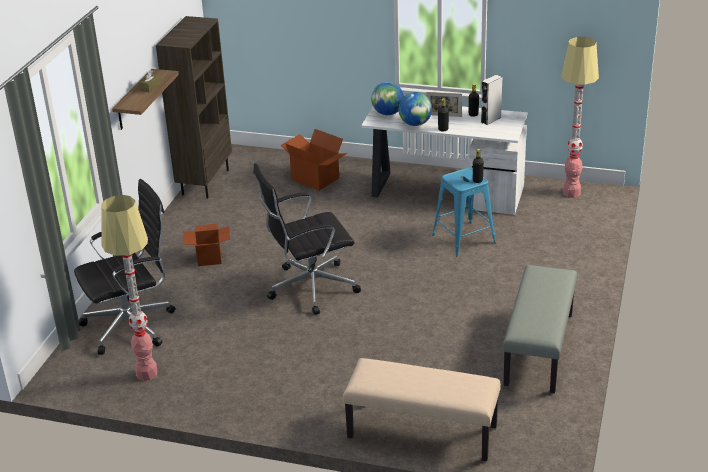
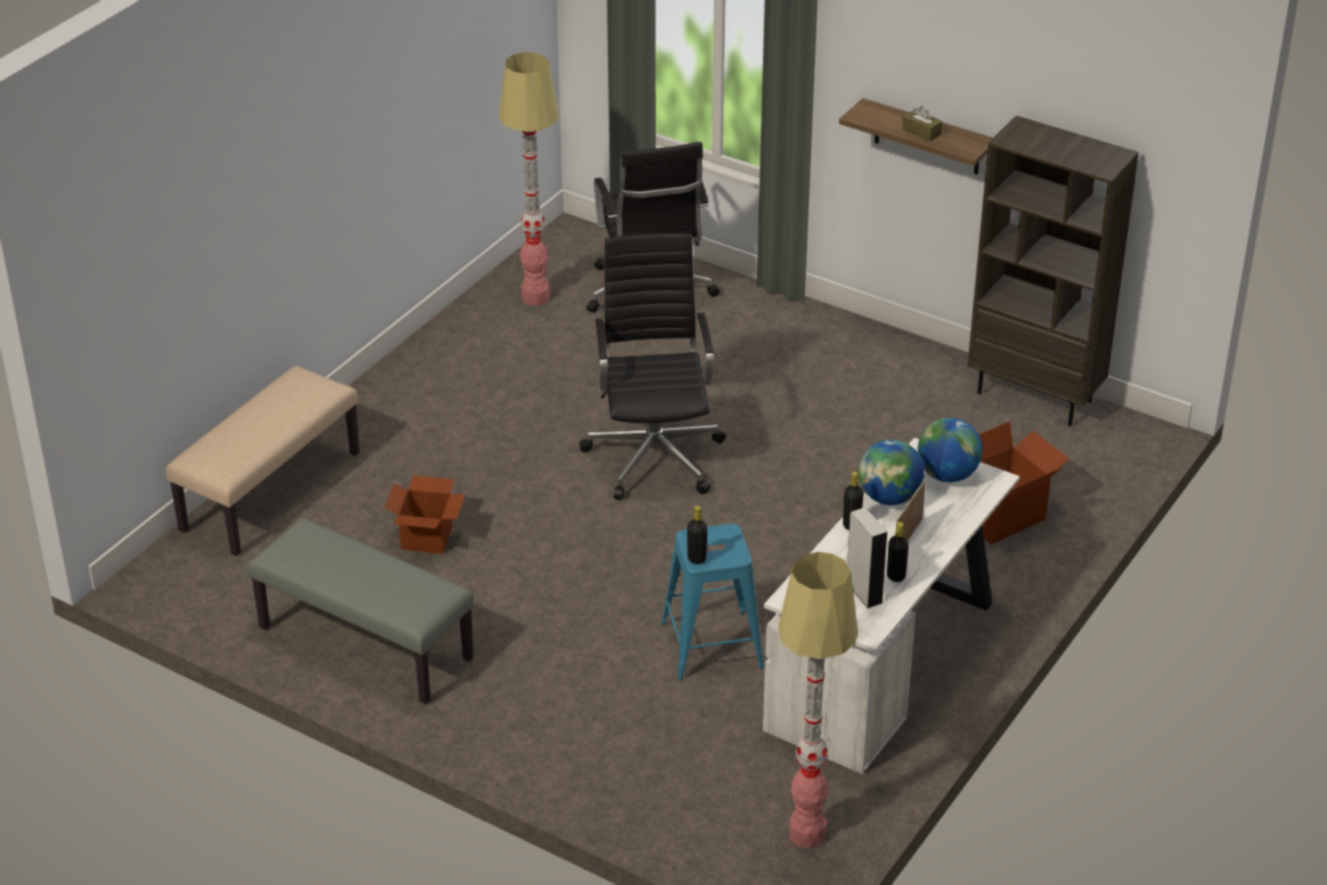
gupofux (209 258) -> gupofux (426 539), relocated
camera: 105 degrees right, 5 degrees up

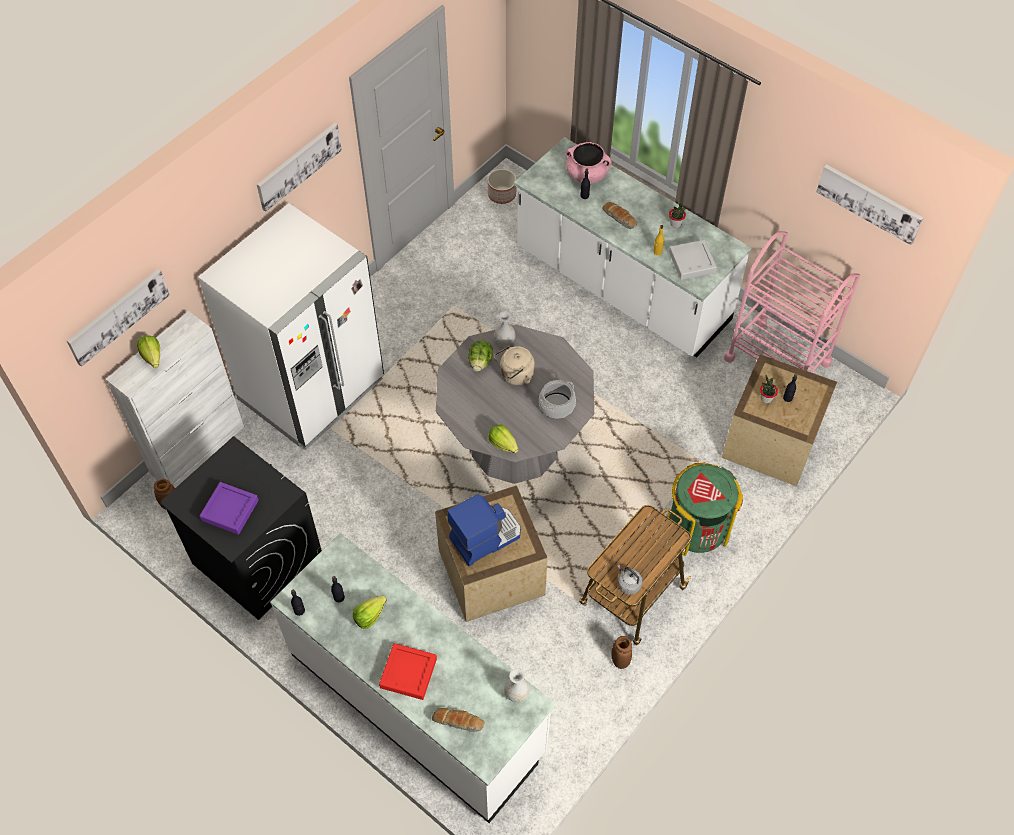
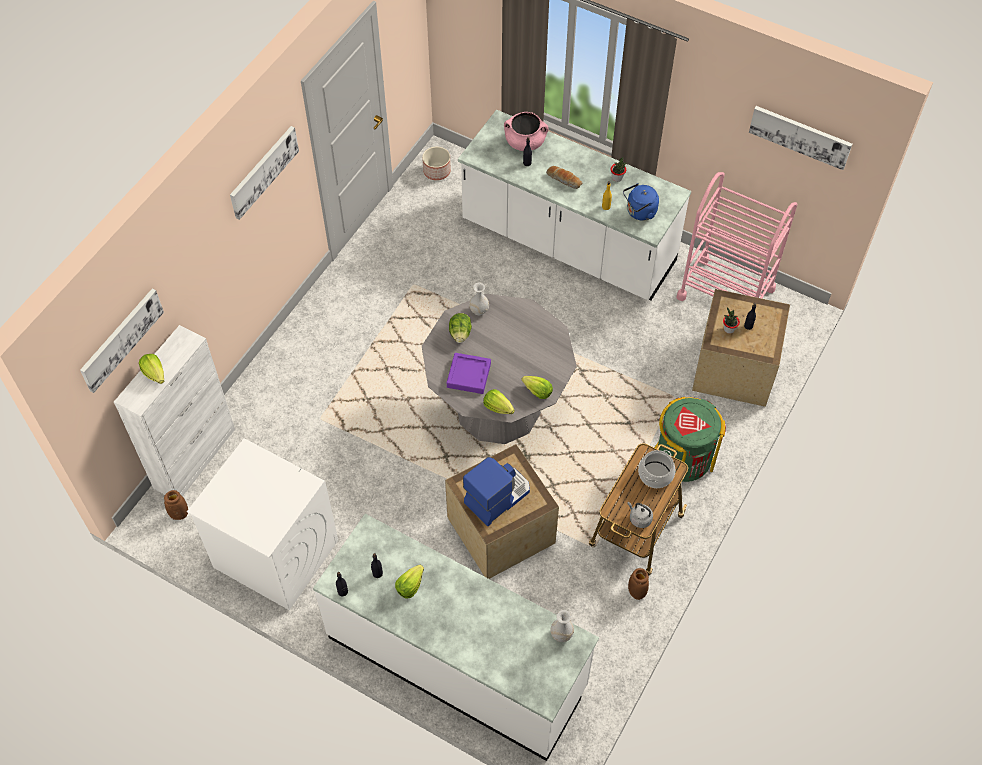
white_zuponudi (312 390) -> none
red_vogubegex (408 673) -> none
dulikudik (458 721) -> none
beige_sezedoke (515 375) -> none
none -> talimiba (537 392)
purple_vogubegex (230 510) -> purple_vogubegex (468 375), relocated
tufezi (556 405) -> tufezi (655 474), relocated
grey_vogubegex (692 262) -> blue_sezedoke (639 212)
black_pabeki (257 559) -> white_pabeki (275 553)
camera: 10 degrees left, 0 degrees up

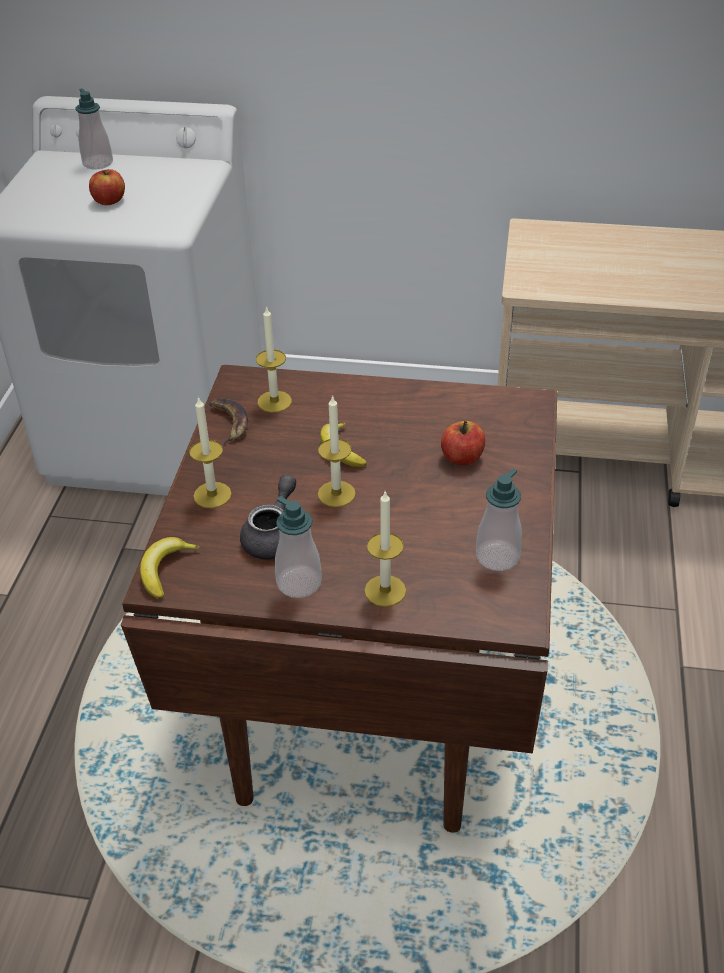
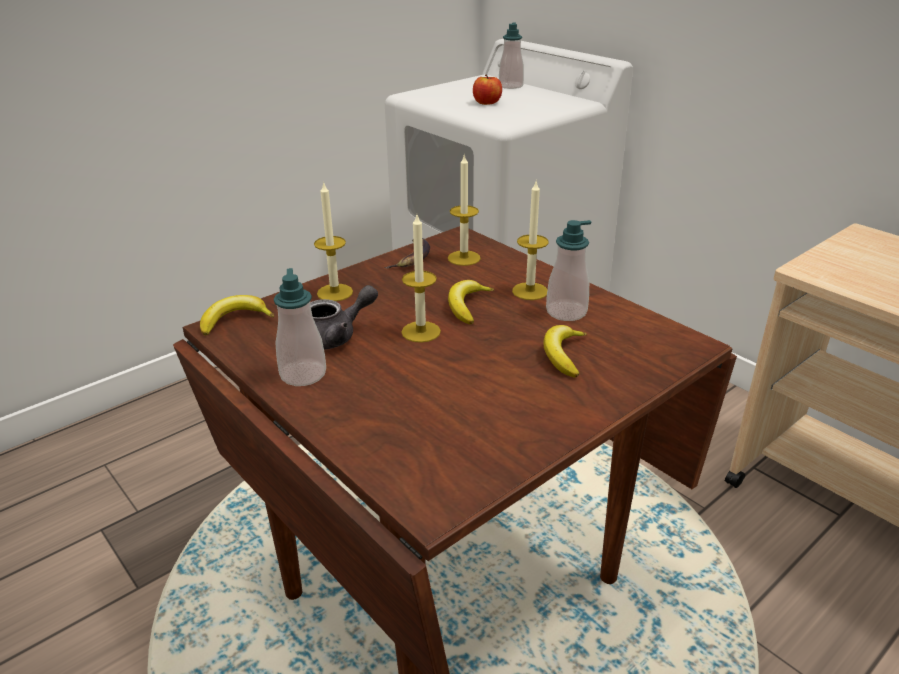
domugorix (385 591) -> domugorix (530 291), relocated
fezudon (497 556) -> fezudon (566 312), relocated
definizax (462 457) -> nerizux (563 355)
camera: 40 degrees right, 10 degrees down

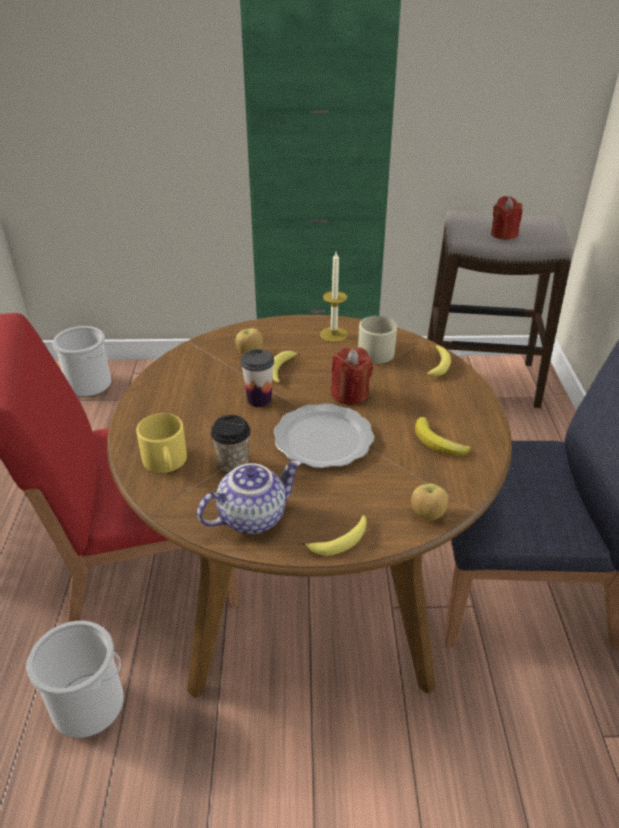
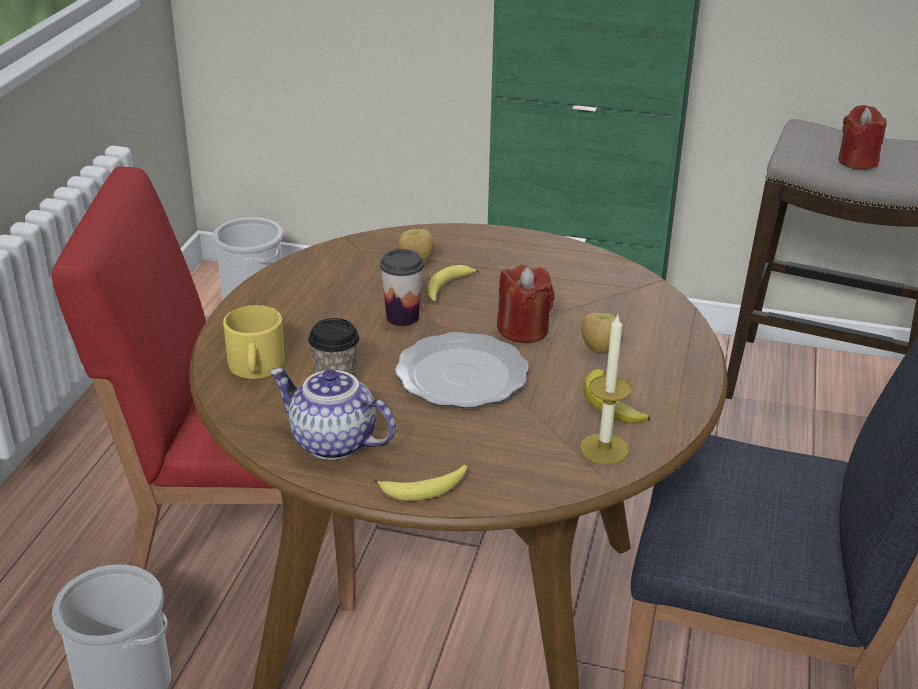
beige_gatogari (373 351) -> none
nerizux (438 365) -> none
domugorix (333 334) -> domugorix (604 449), relocated
definizax (427 515) -> definizax (599 350), relocated
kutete (252 516) -> kutete (331 443), 135 degrees counterclockwise
camera: 15 degrees right, 5 degrees down

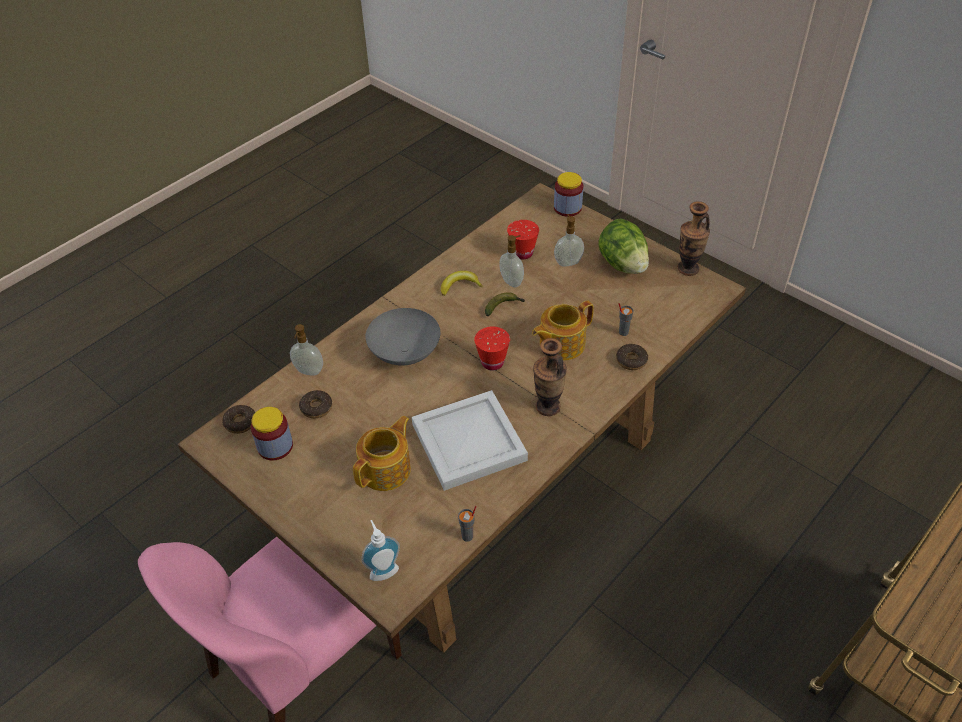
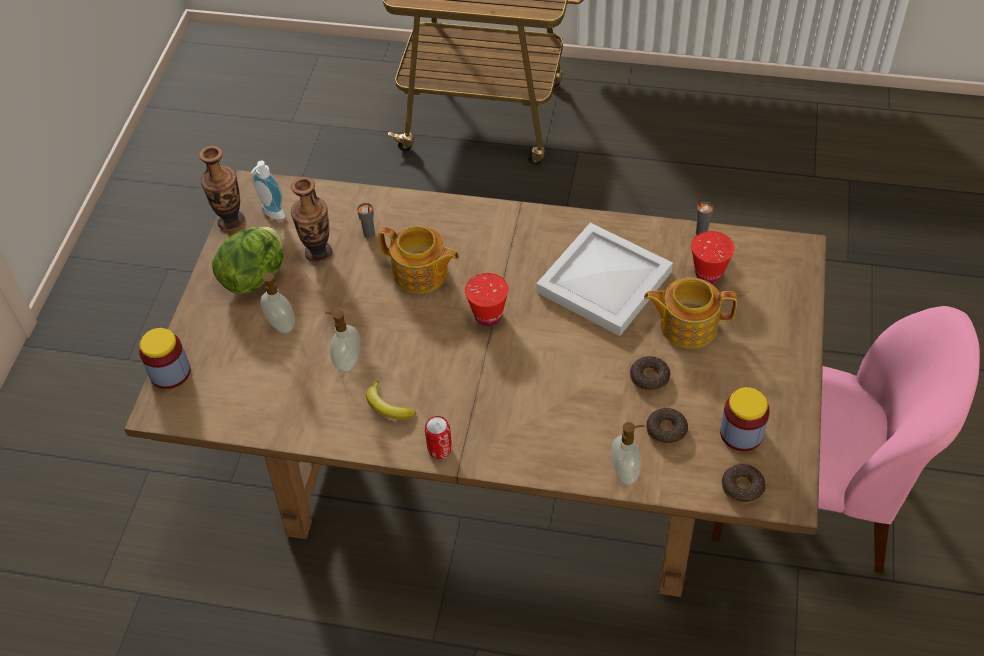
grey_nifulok (405 352) -> none
nerizux (504 307) -> none
none -> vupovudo (440 449)
fezudon (383 570) -> fezudon (271 214), relocated
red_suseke (522 253) -> red_suseke (708 273), relocated
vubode (548 406) -> vubode (318 253), relocated
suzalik (631 360) -> suzalik (649 378), relocated
camera: 120 degrees left, 5 degrees up

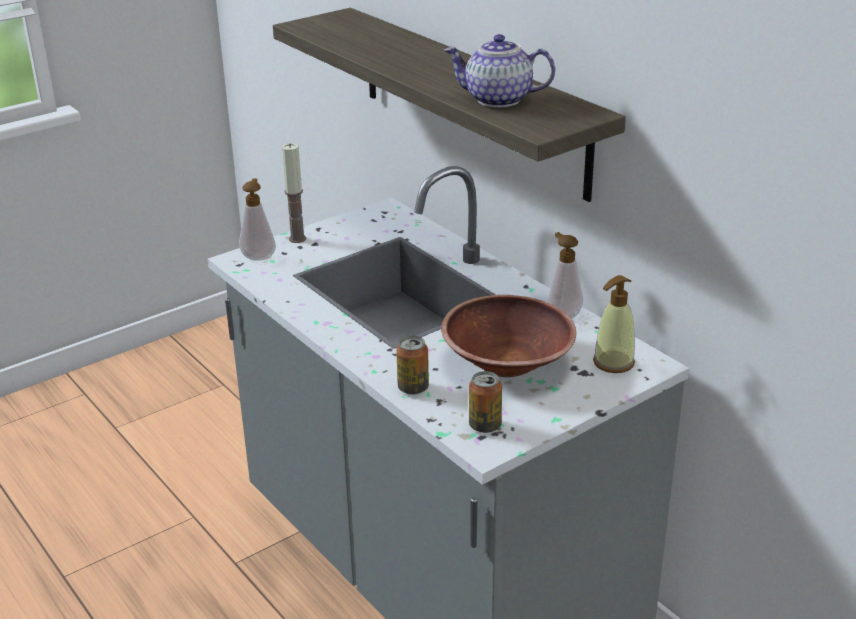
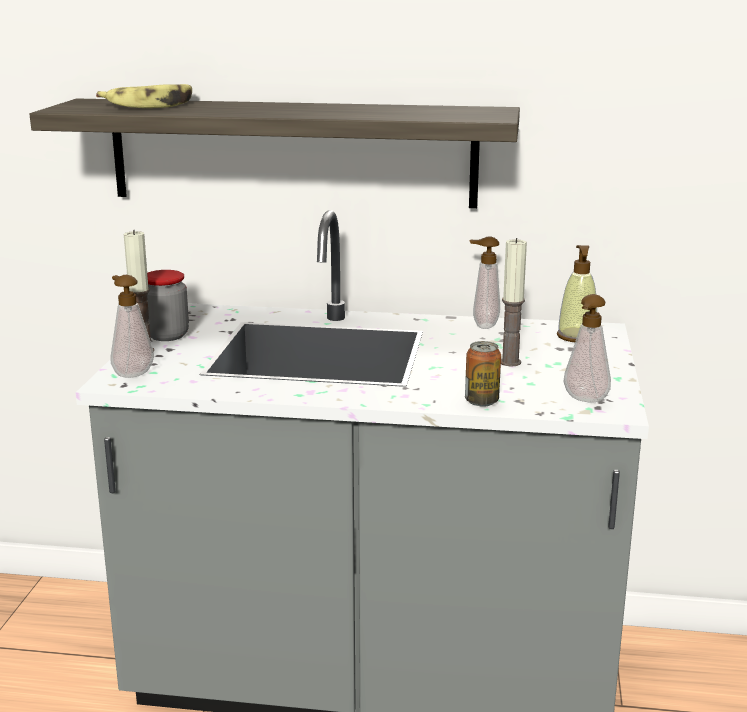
kutete (497 100) -> none
none -> nerizux (151 105)
none -> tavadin (167 335)
brown_nifulok (506 362) -> domugorix (510 362)
vupovudo (485 425) -> fezudon (584 400)
camera: 45 degrees left, 10 degrees down

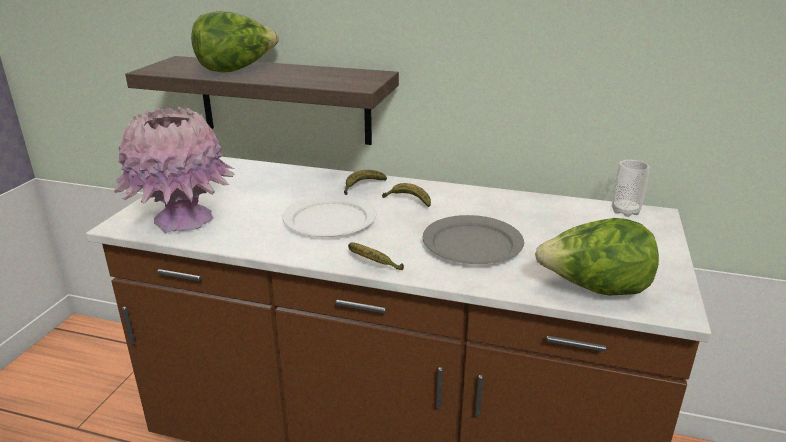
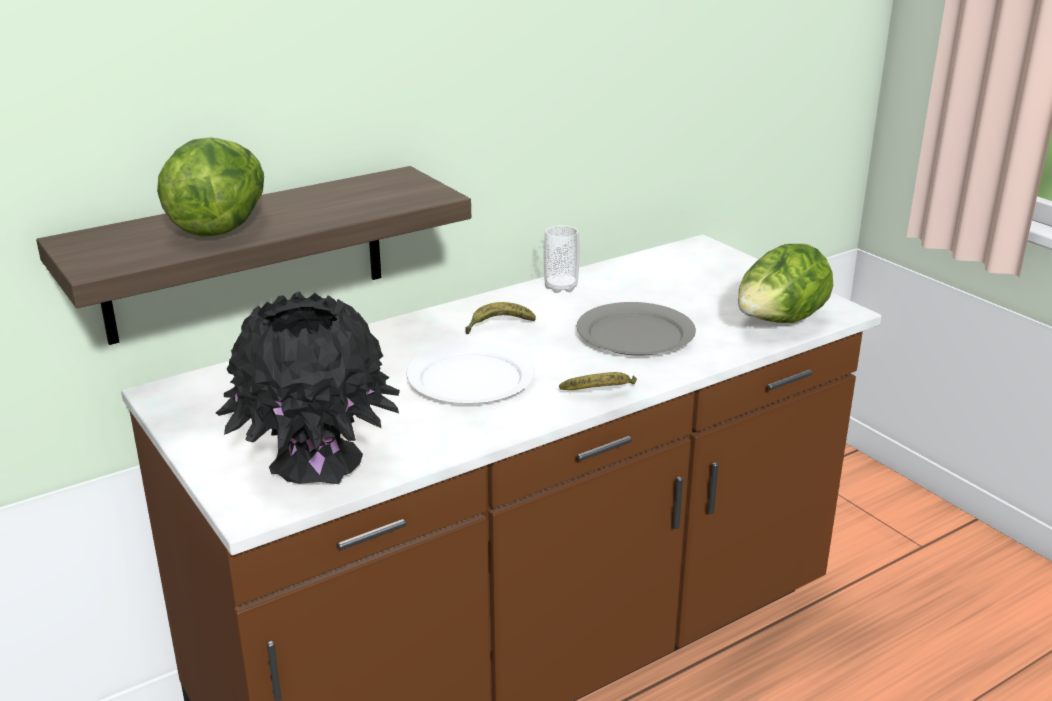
nerizux (362 187) -> none
suseke (625 211) -> suseke (561 287), relocated
pink_vubode (183 220) -> black_vubode (316 463)
camera: 50 degrees left, 0 degrees up

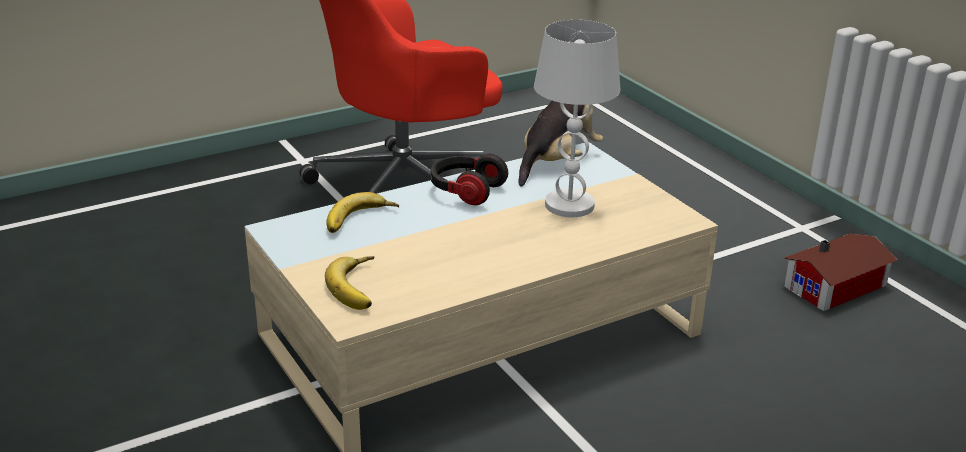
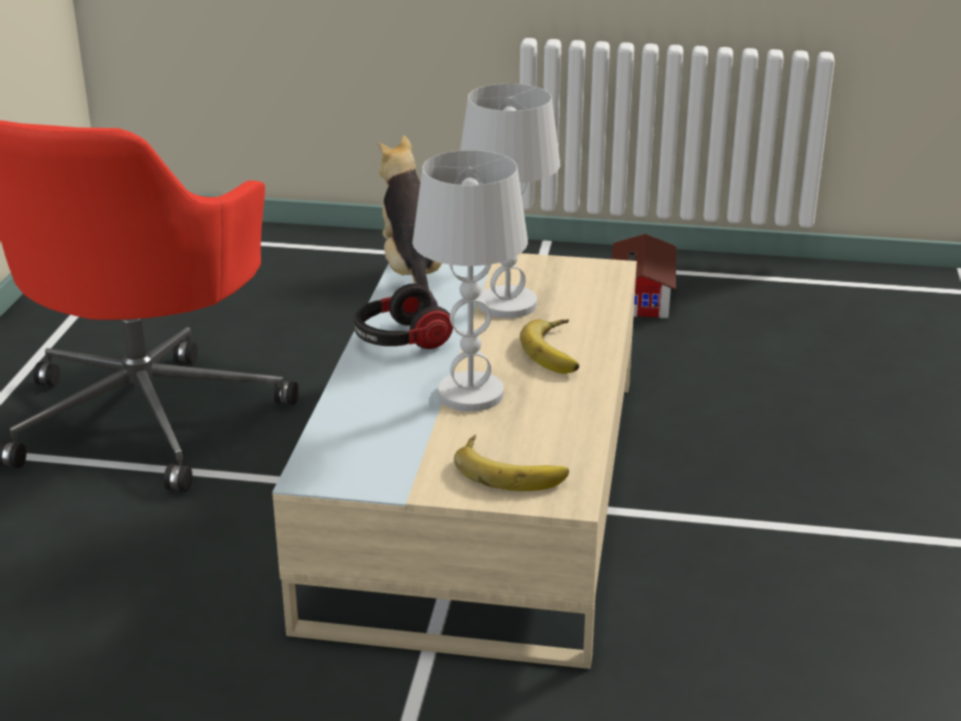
none -> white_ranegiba (470 394)
nerizux (360 220) -> nerizux (559 352), relocated
camera: 50 degrees left, 0 degrees up

